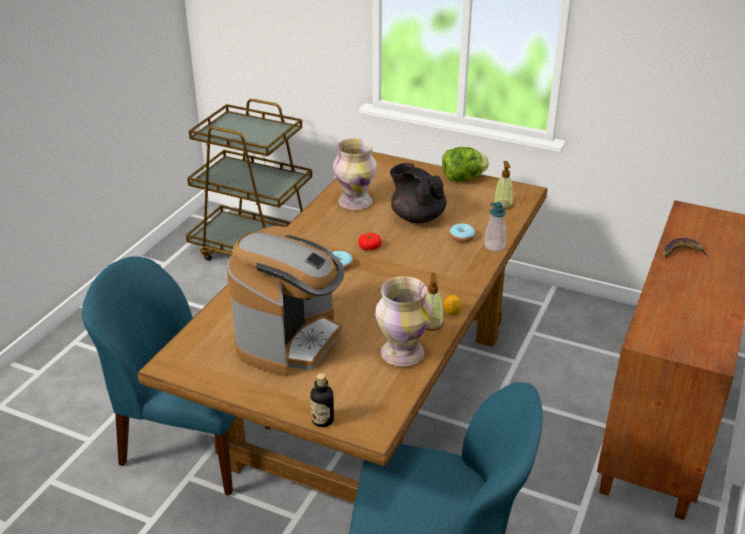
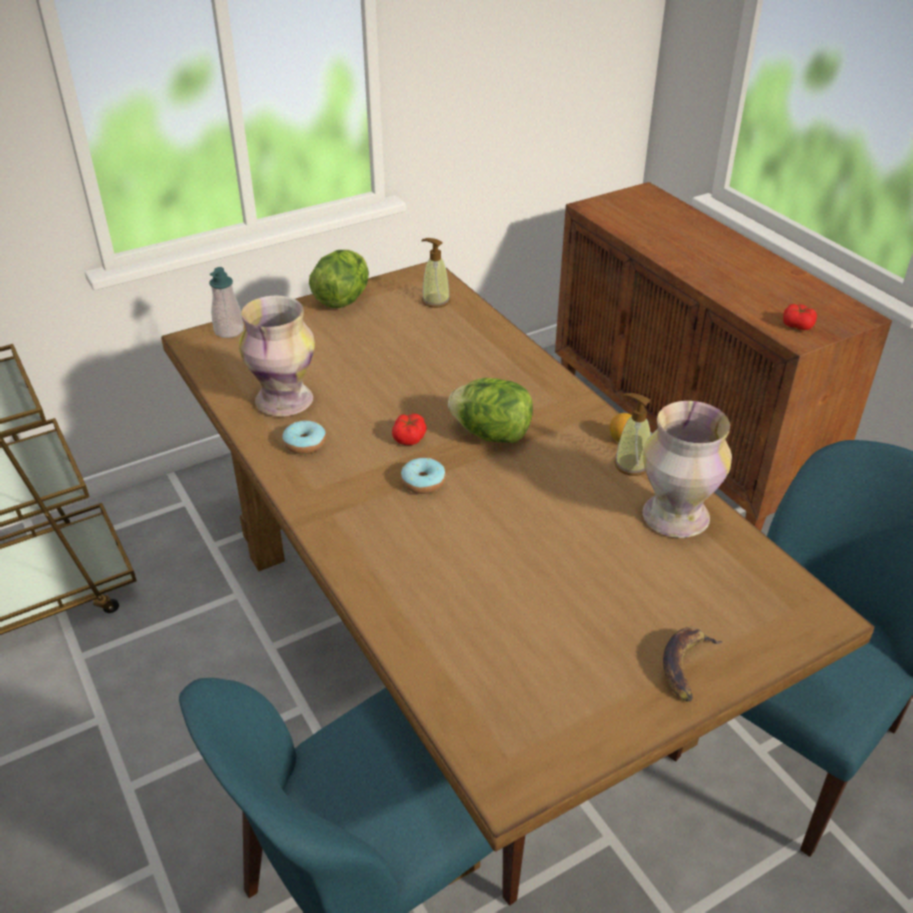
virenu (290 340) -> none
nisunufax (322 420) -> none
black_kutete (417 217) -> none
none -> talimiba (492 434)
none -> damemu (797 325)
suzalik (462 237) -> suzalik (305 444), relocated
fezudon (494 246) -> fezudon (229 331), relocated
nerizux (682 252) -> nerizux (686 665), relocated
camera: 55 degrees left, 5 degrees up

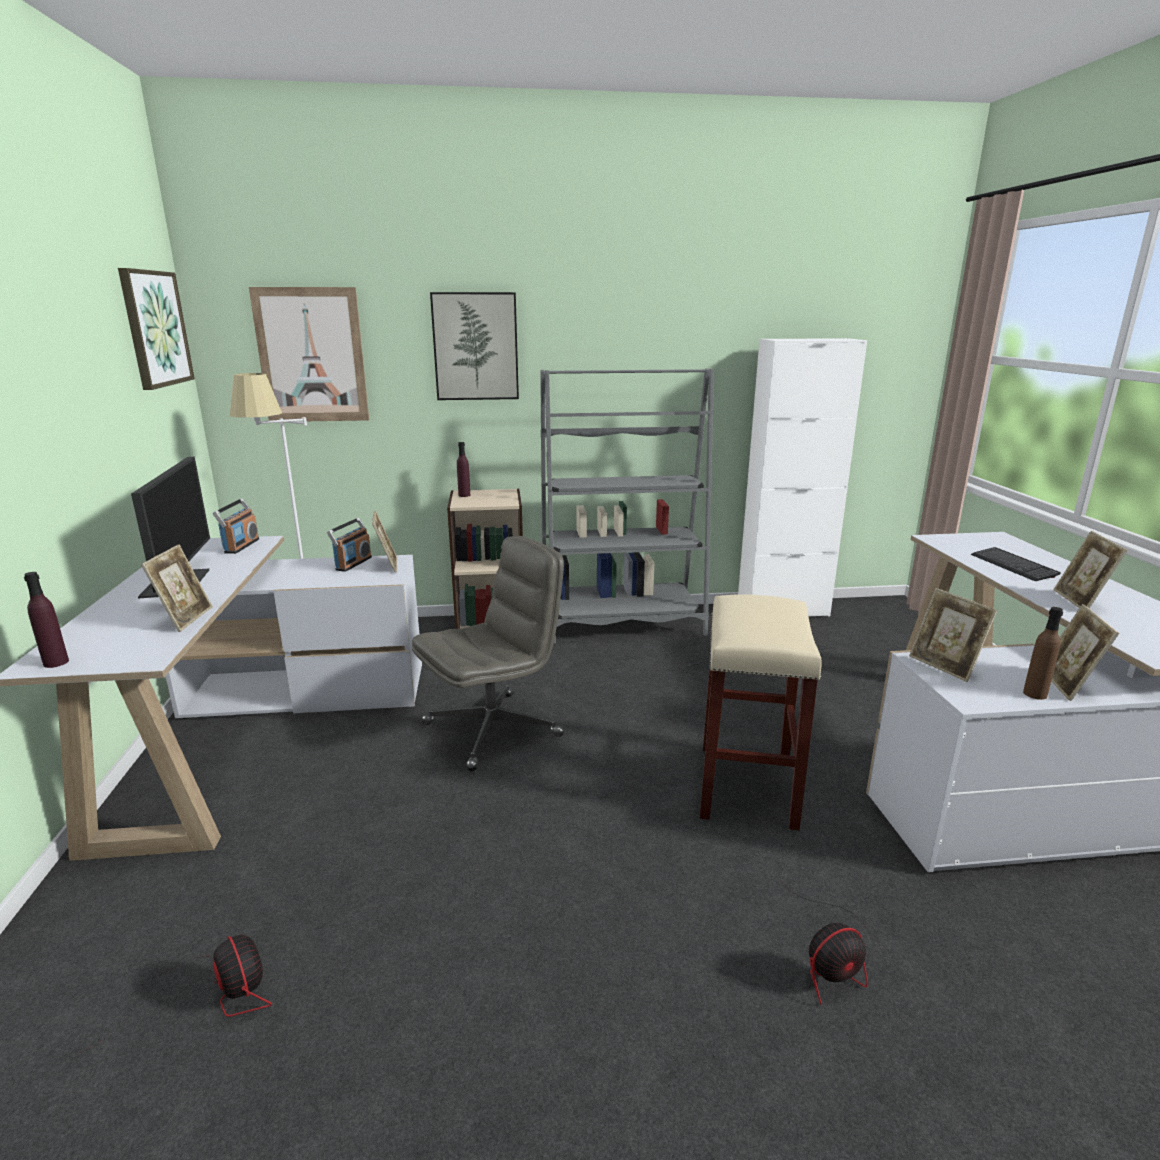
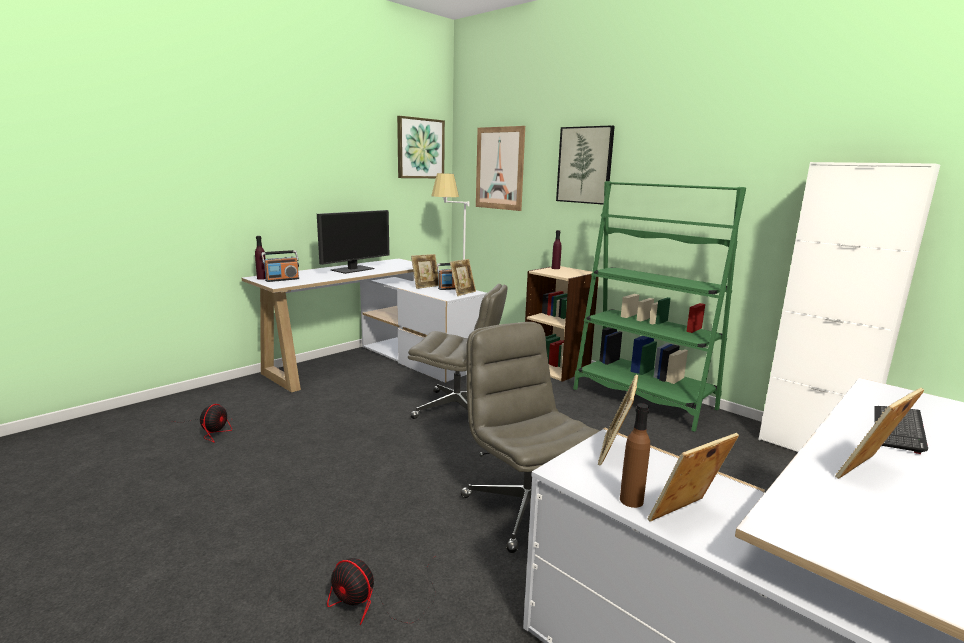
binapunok (185 619) -> binapunok (425 286), relocated
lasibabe (241 546) -> lasibabe (282 279), relocated
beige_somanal (746 784) -> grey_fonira (525 508)
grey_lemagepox (622 624) -> green_lemagepox (643 399)
camera: 50 degrees right, 5 degrees down

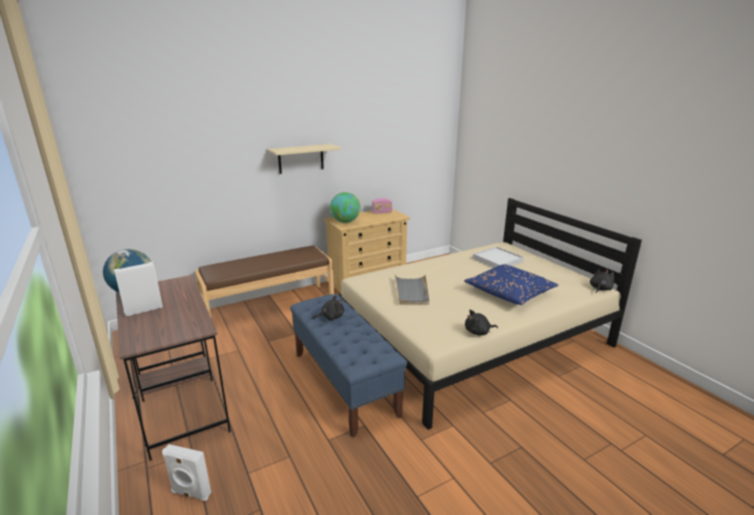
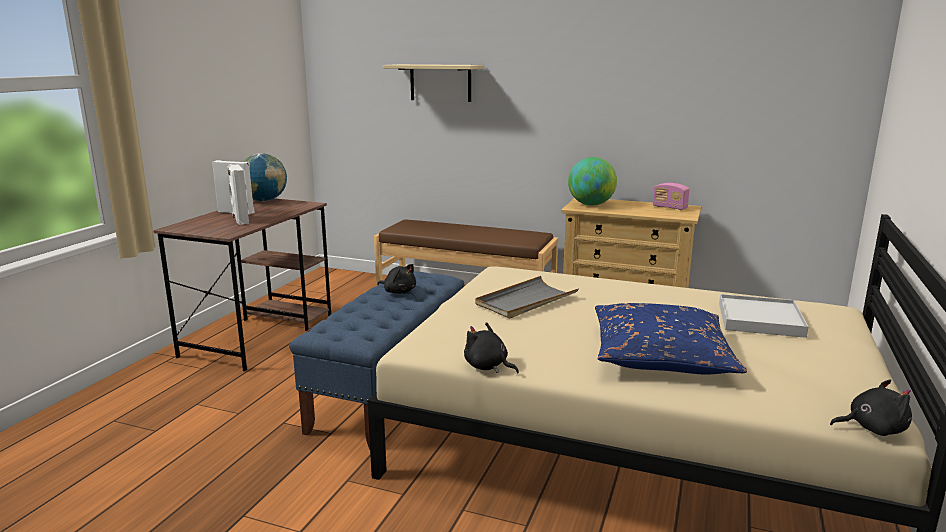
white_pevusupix (190 493) -> white_pevusupix (240 220), relocated
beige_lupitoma (301 158) -> beige_lupitoma (440 82), relocated
camera: 50 degrees right, 5 degrees down

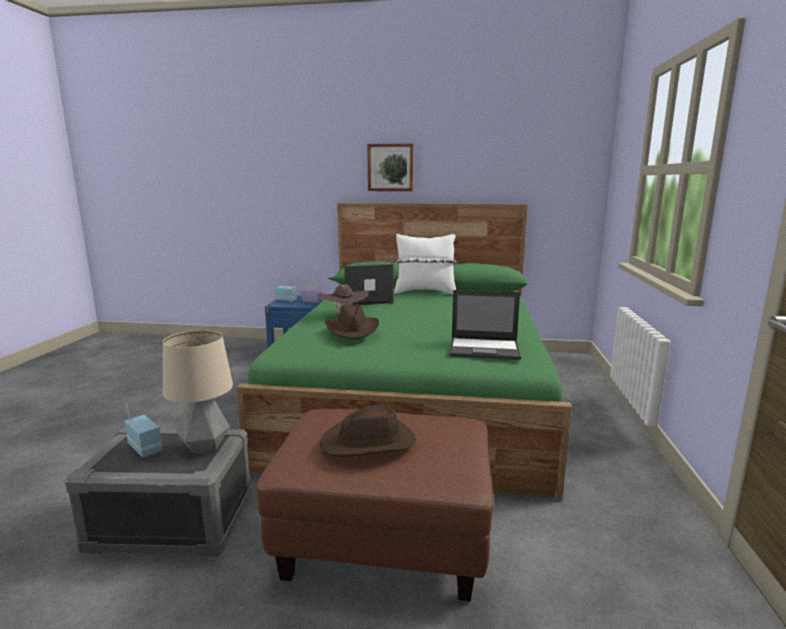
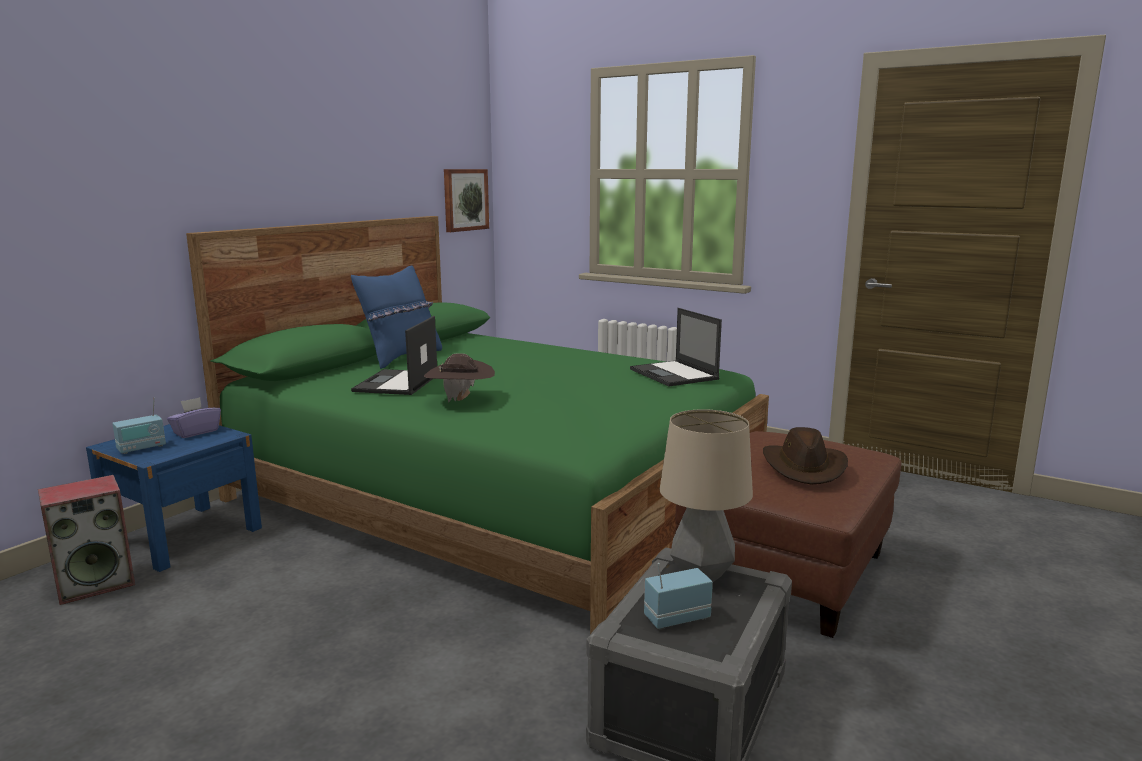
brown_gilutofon (352 330) -> none
none -> pevusupix (96 583)
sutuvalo (390 167) -> sutuvalo (465 200), relocated
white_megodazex (425 292) -> blue_megodazex (401 357)
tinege (485 349) -> tinege (674 374), 120 degrees clockwise
camera: 65 degrees left, 0 degrees up

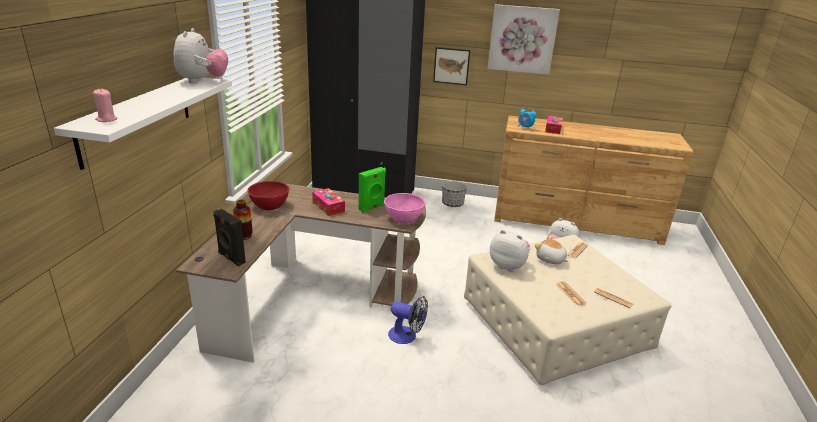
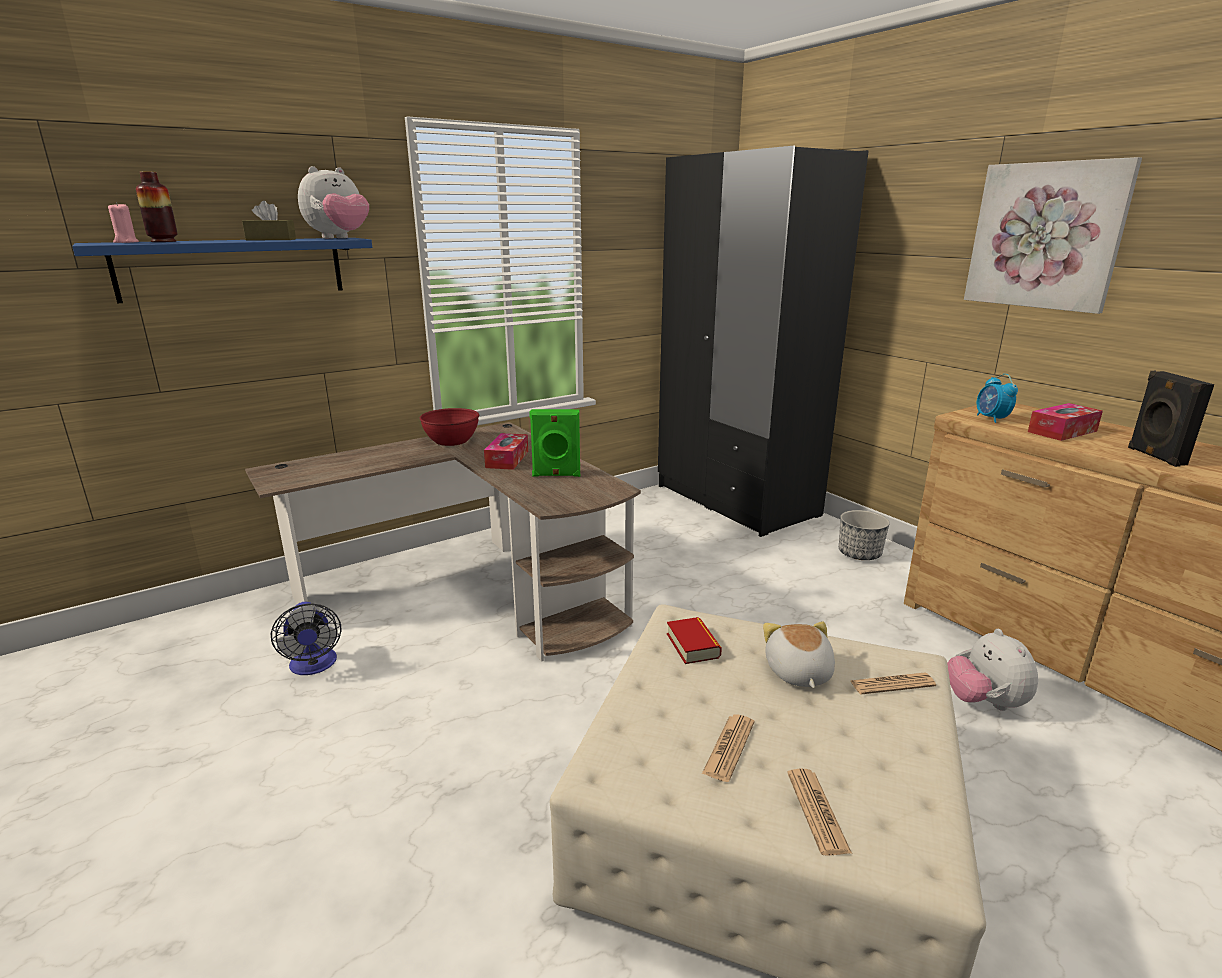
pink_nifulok (403 218) -> none
sutuvalo (451 66) -> none
none -> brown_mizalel (271 239)
black_pevusupix (231 258) -> black_pevusupix (1154 456), relocated
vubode (244 236) -> vubode (163 241), relocated
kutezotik (407 336) -> kutezotik (314 666), relocated
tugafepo (508 266) -> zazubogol (693 645)
white_lupitoma (137 119) -> blue_lupitoma (233 268)
camera: 45 degrees right, 5 degrees down

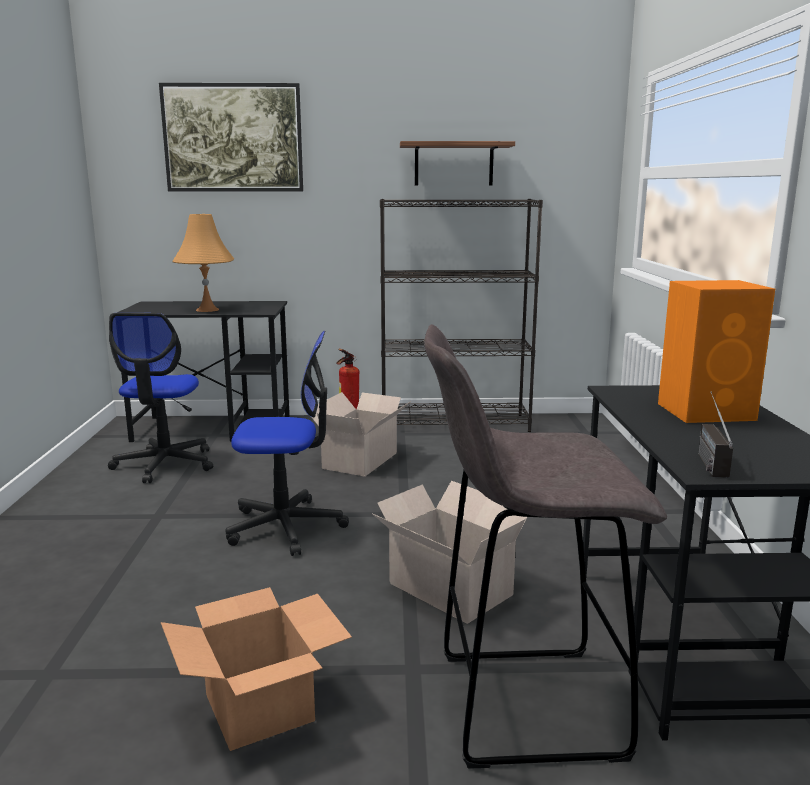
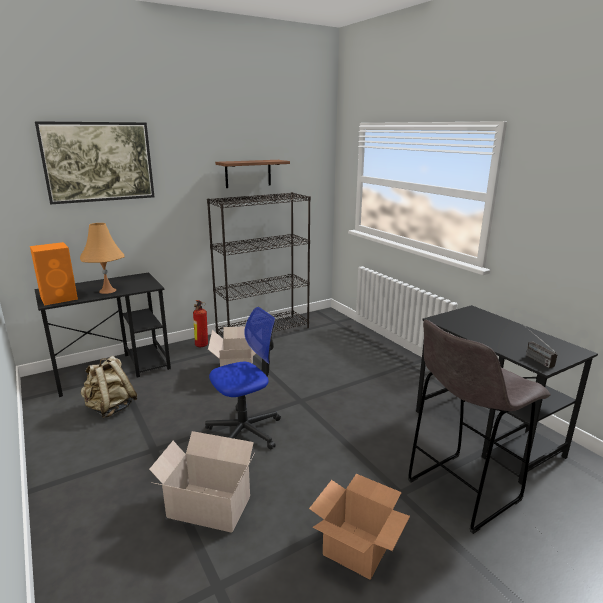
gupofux (448 587) -> gupofux (207 506), relocated
orange_pevusupix (708 412) -> orange_pevusupix (60 298), relocated
fonira (165 464) -> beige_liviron (110 408)
camera: 30 degrees left, 5 degrees up

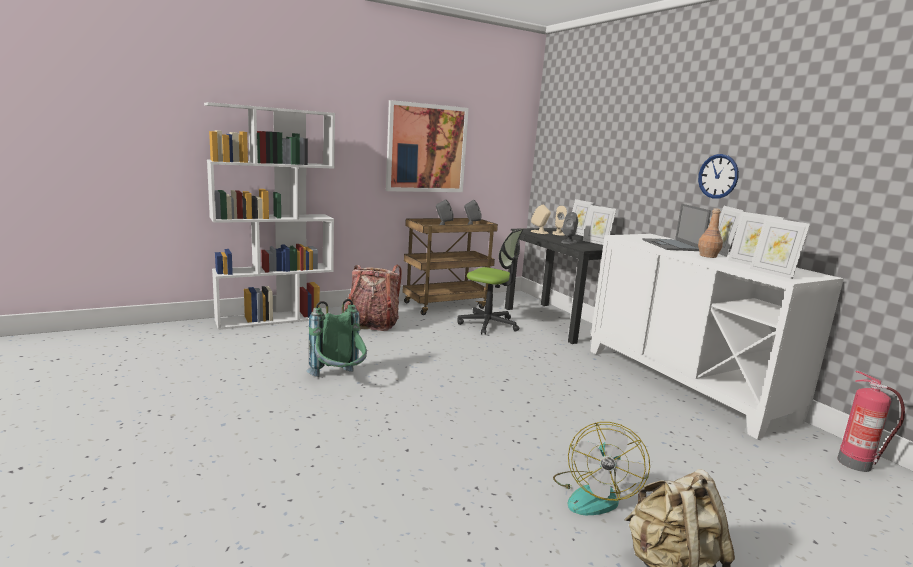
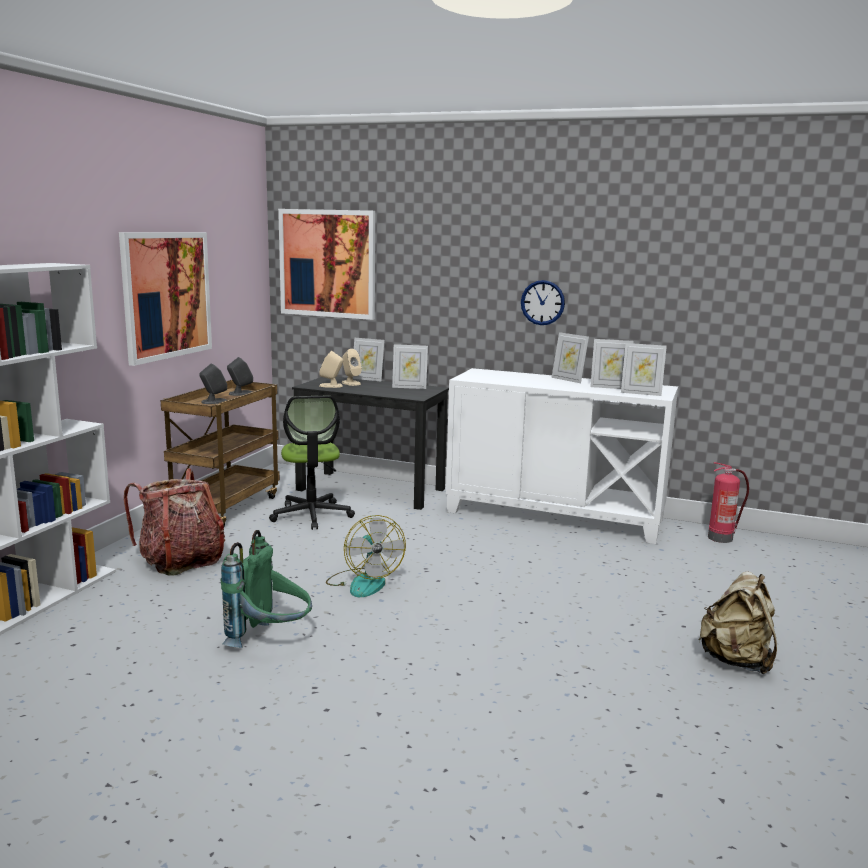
grey_pevusupix (568 242) -> none
tinege (672 245) -> none
brown_nisunufax (708 256) -> none
none -> sutuvalo (327 263)
kutezotik (594 494) -> kutezotik (363 582), relocated
fonira (489 324) -> fonira (312 515), 90 degrees clockwise
camera: 40 degrees left, 0 degrees up

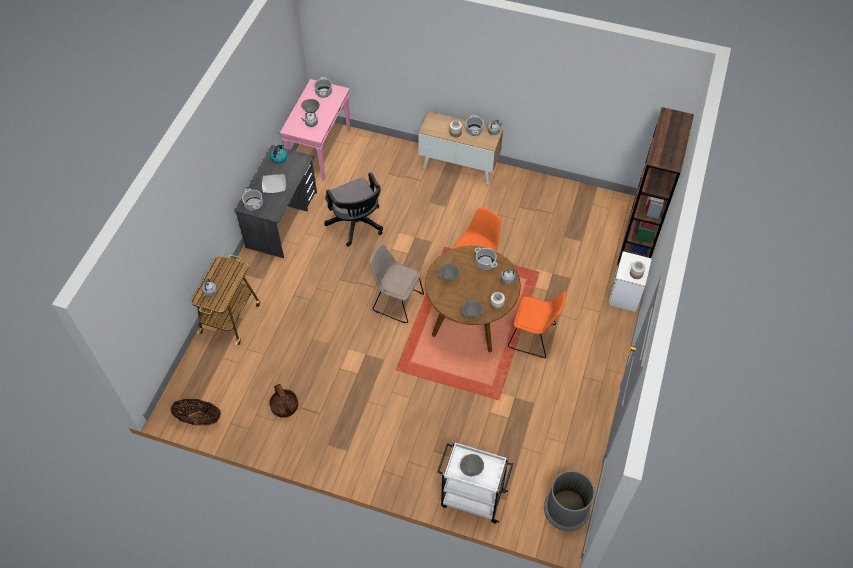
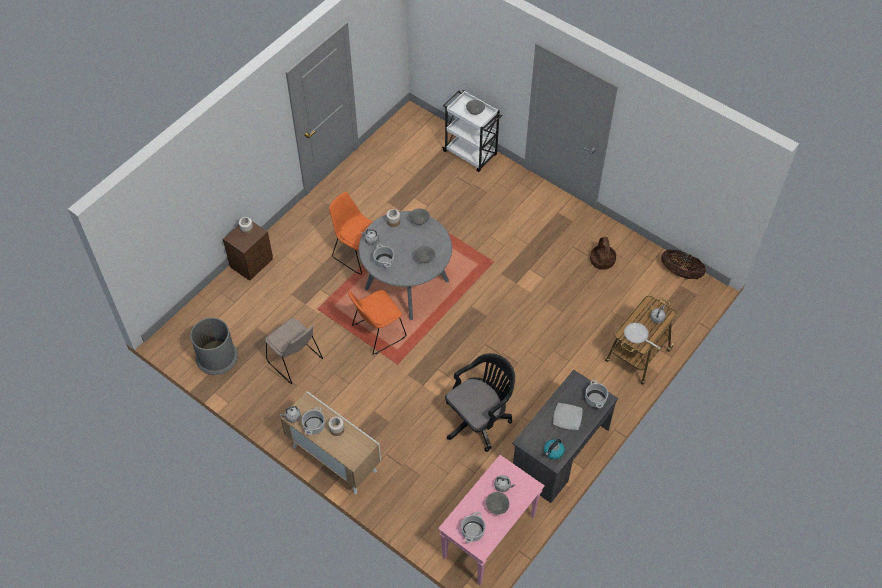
brown_lemagepox (637 242) -> none
none -> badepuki (637 336)
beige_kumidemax (396 301) -> beige_kumidemax (296 361), relocated
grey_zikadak (567 508) -> grey_zikadak (216 357), relocated
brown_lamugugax (470 319) -> grey_lamugugax (407 285)
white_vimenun (624 295) -> brown_vimenun (252 263)
black_fonira (357 225) -> black_fonira (479 419), 60 degrees clockwise
camera: 160 degrees left, 0 degrees up

